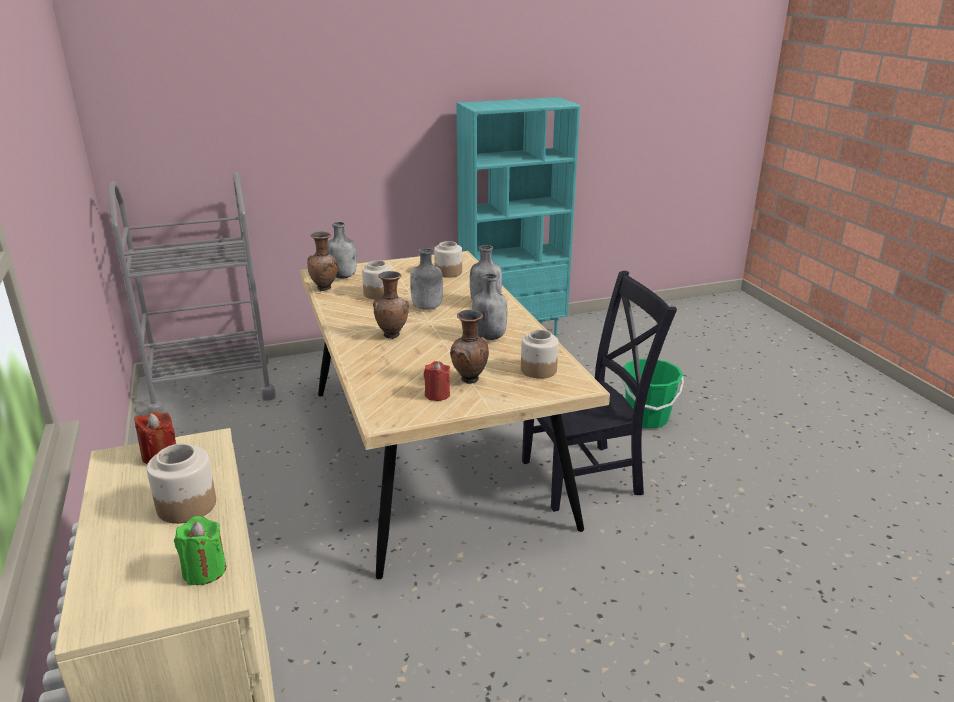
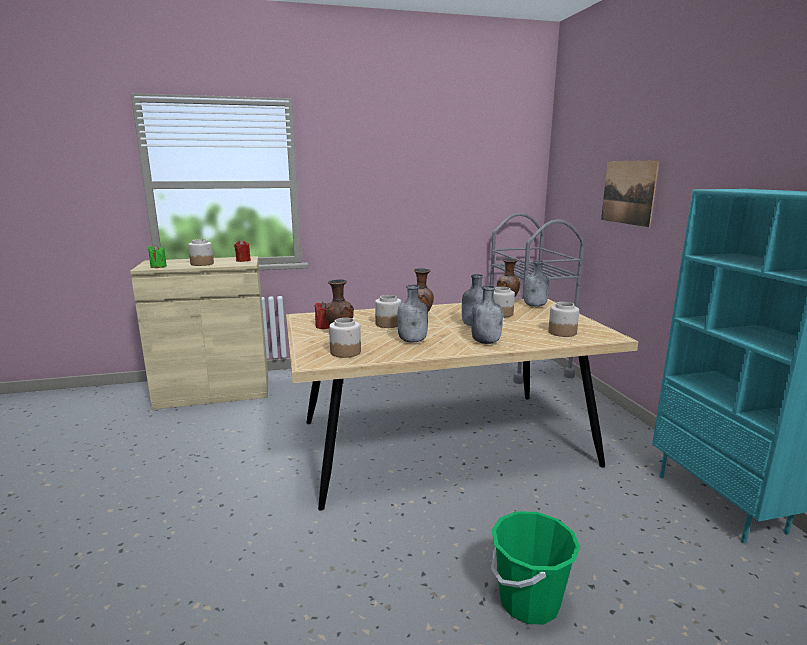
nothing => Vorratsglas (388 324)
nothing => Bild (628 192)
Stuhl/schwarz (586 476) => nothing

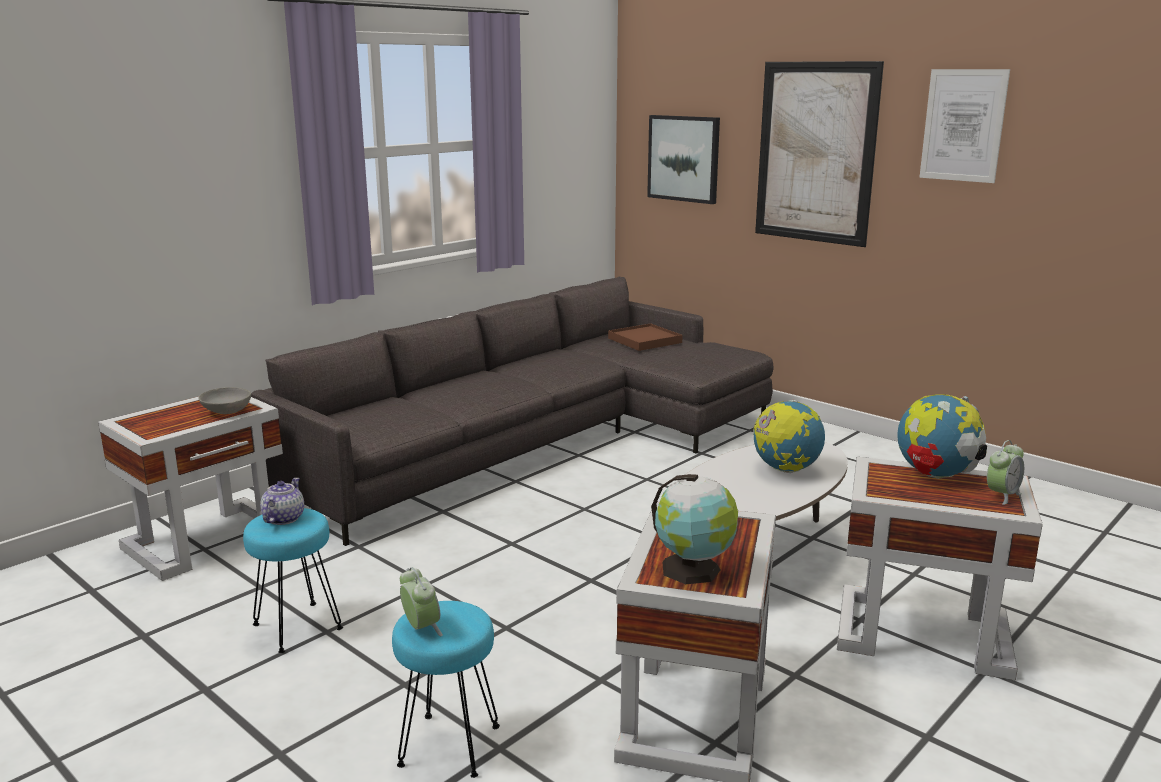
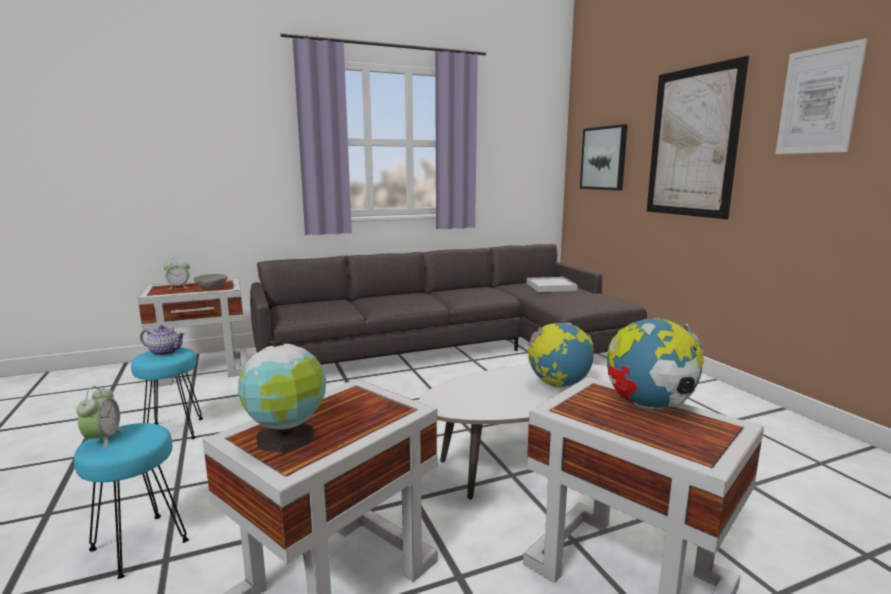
Teekanne (283 518) => Teekanne (165 352), 60 degrees clockwise
Wecker (1002 495) => Wecker (179 287), move
Tablett/braun (644 340) => Tablett/weiß (550 287)

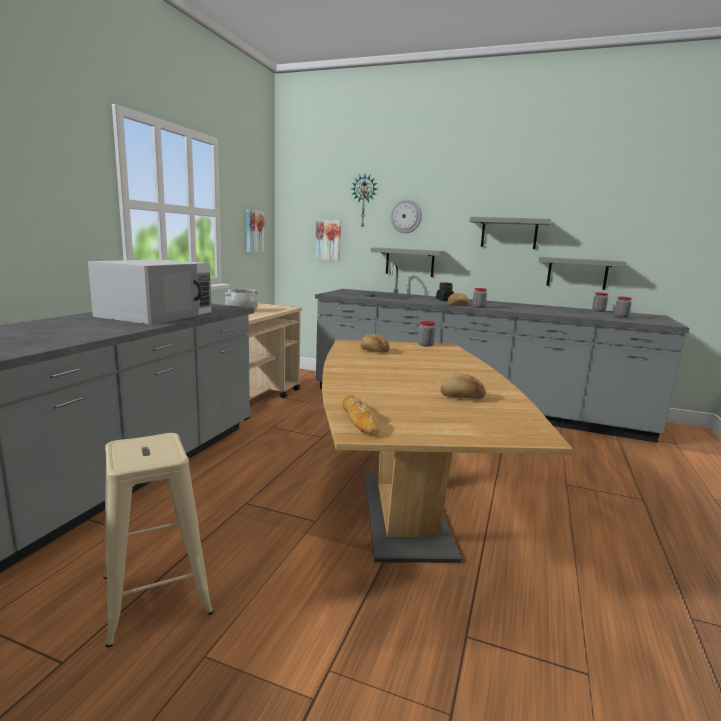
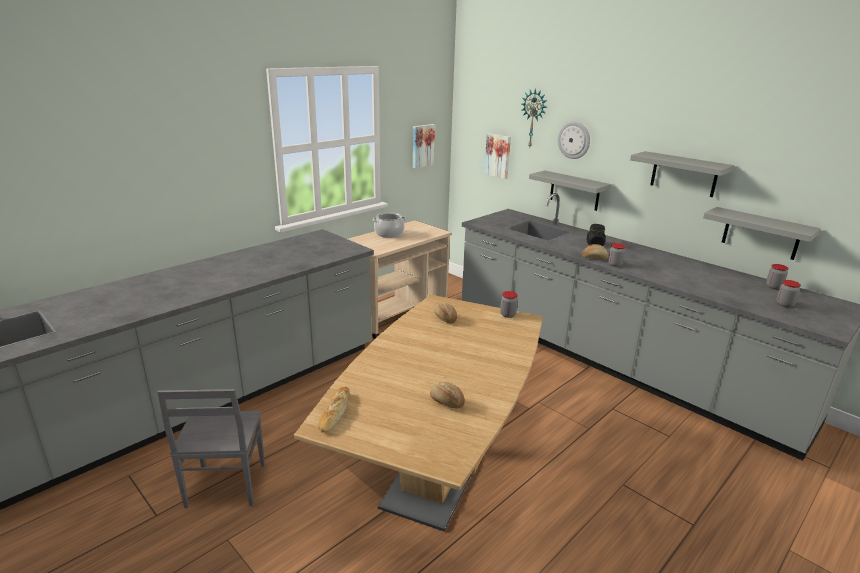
Hocker/beige (156 594) => Stuhl/grau (224 486)
Mikrowelle/weiß (157 314) => nothing

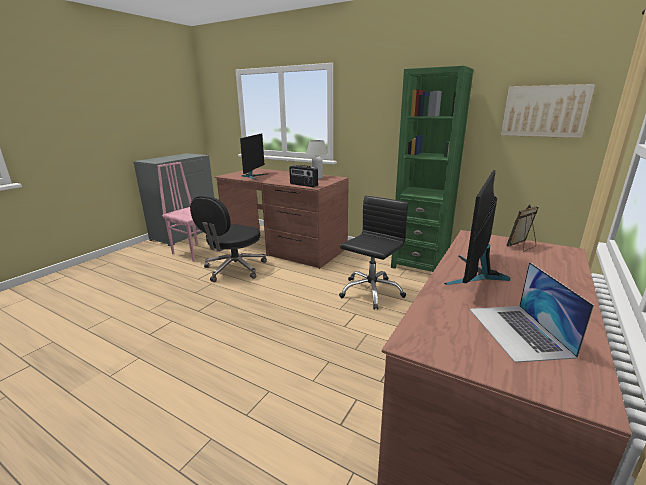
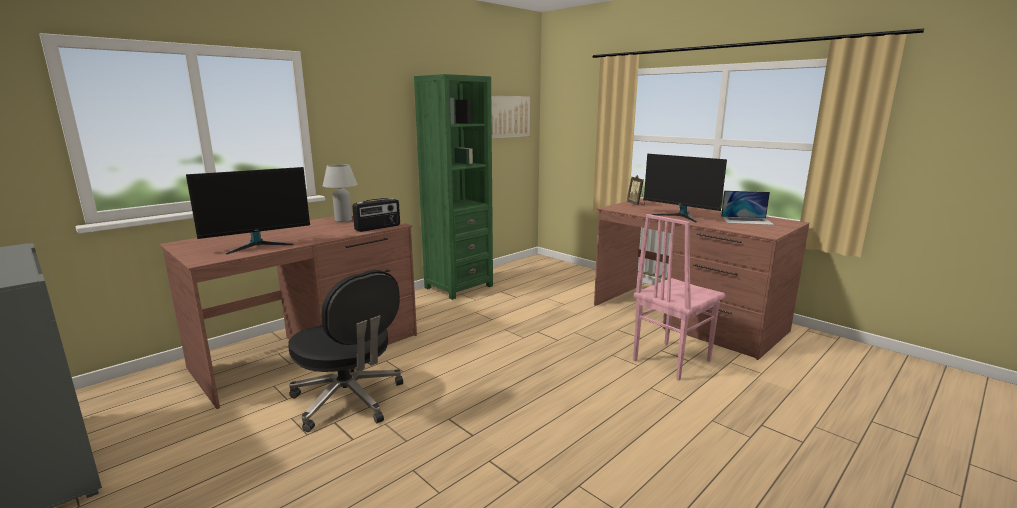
Monitor (254 176) => Monitor (258 245), 120 degrees clockwise
Stuhl/rosa (195 252) => Stuhl/rosa (670 360), move
Bürostuhl/schwarz (371 292) => nothing

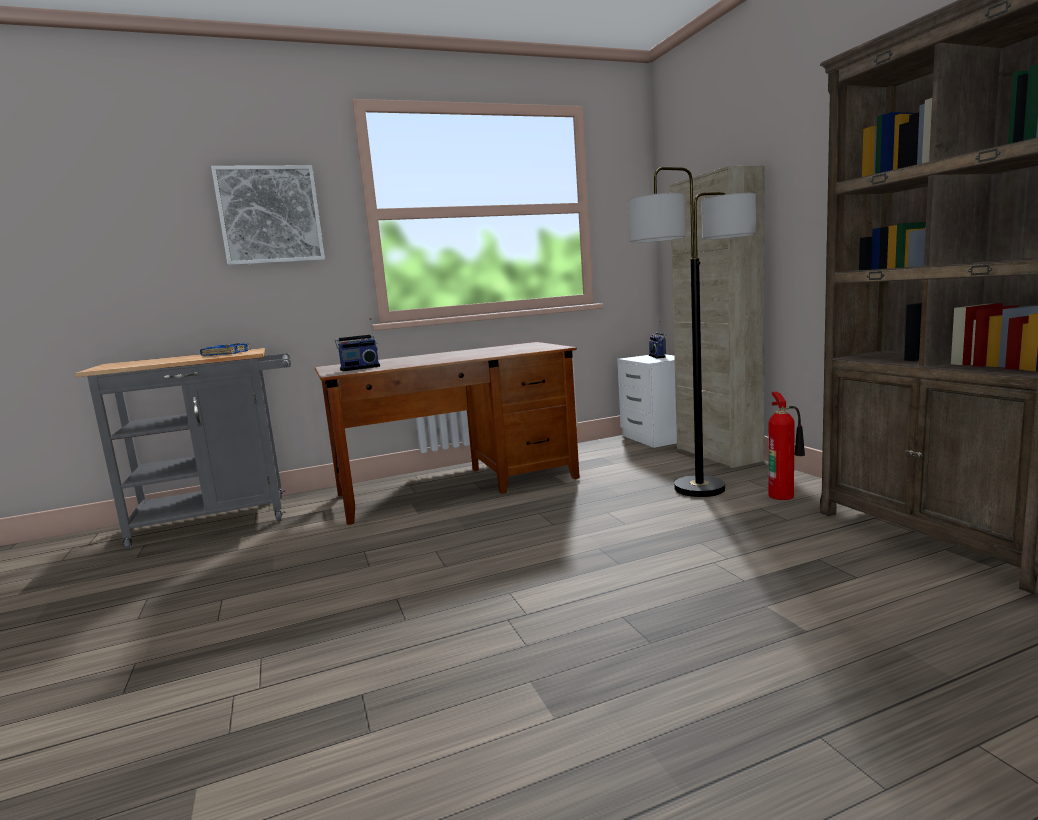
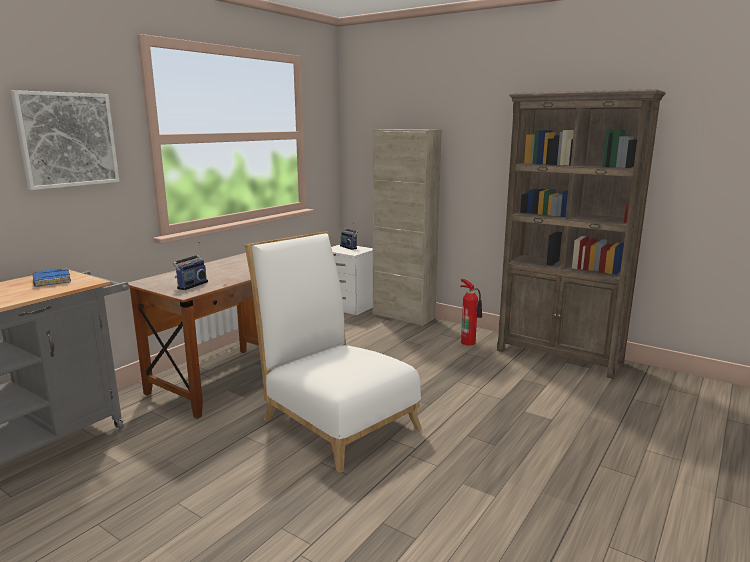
nothing => Stuhl/weiß (334 419)
Stehlampe (699 488) => nothing

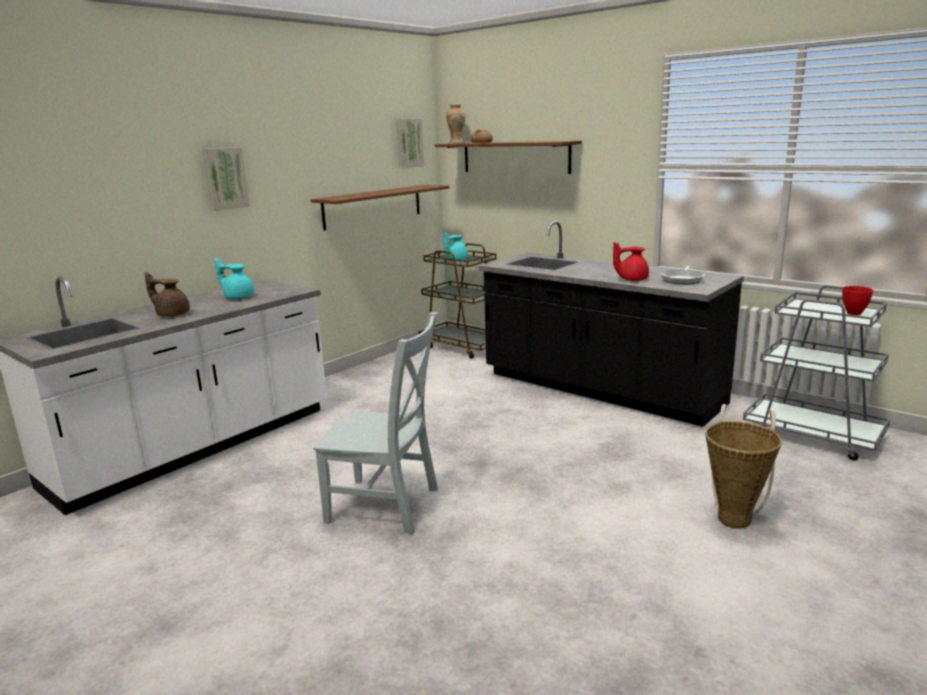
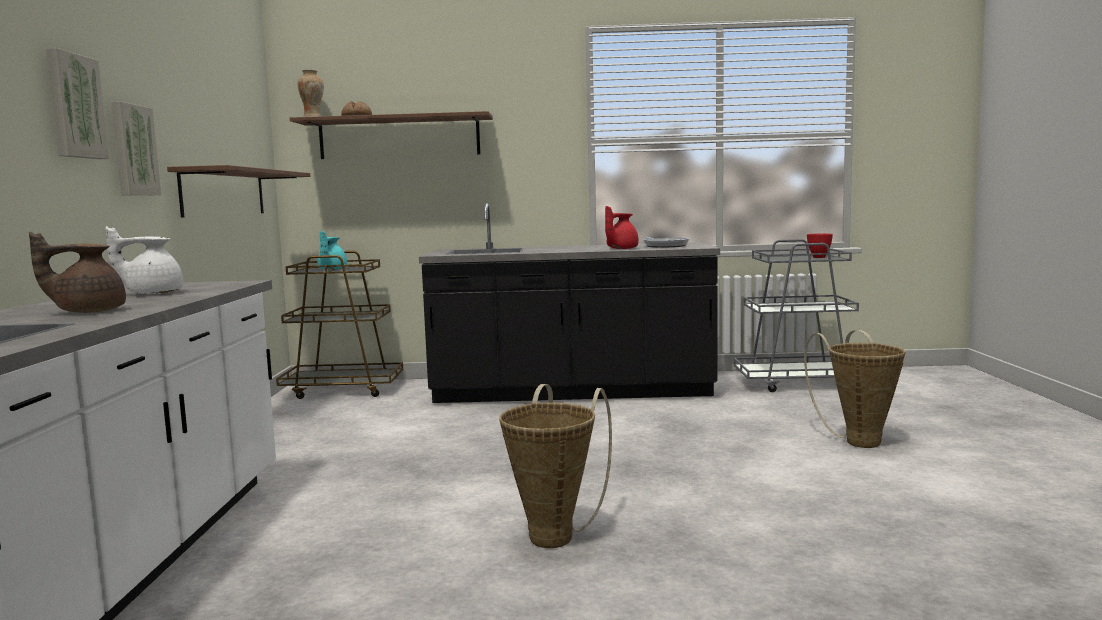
Teekanne/türkis (238 297) => Teekanne/weiß (152 293)
Bild (408 143) => Bild (132 150), move
Stuhl/grau (388 506) => Korb (556 535)

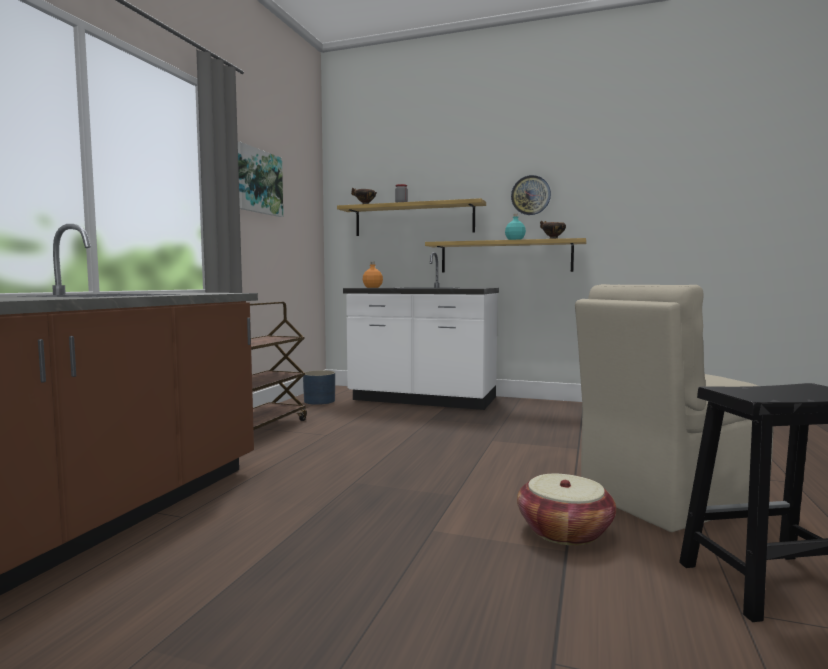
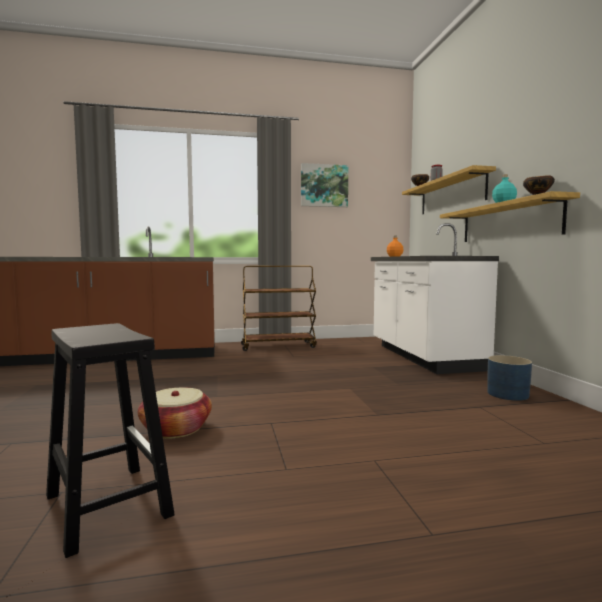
Pflanzkübel/blau (319 401) => Pflanzkübel/blau (508 394), move
Wanduhr (530 195) => nothing
Stuhl/beige (666 498) => nothing

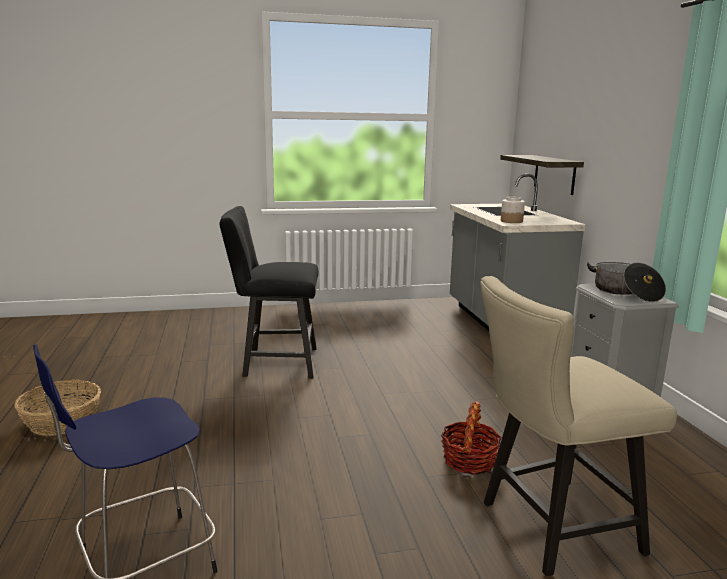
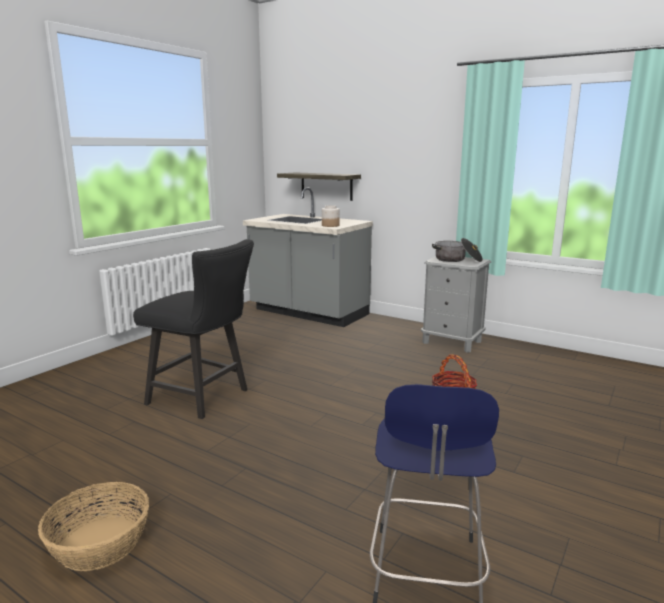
Stuhl/schwarz (274 362) => Stuhl/schwarz (204 398), 105 degrees counterclockwise
Stuhl/beige (549 528) => nothing

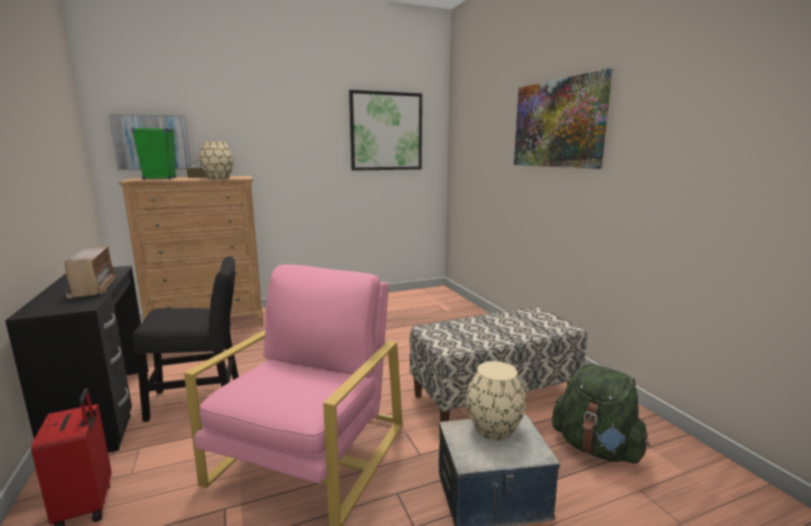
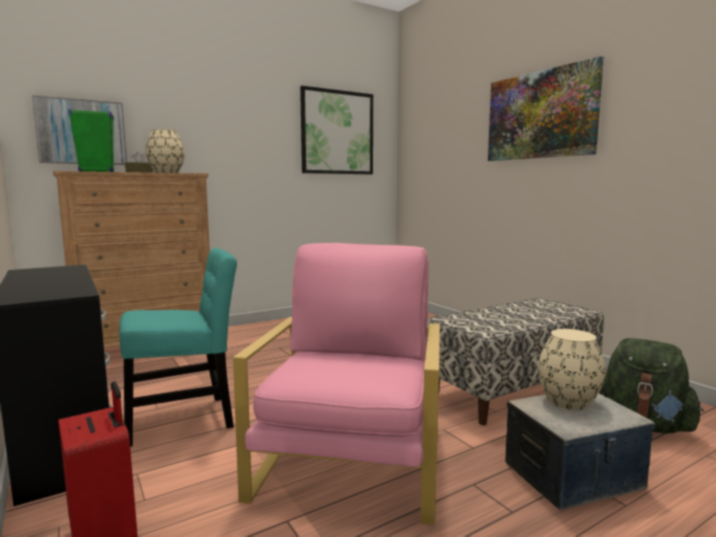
Stuhl/schwarz (201 399) => Stuhl/türkis (185 419)
Radio (94 287) => nothing

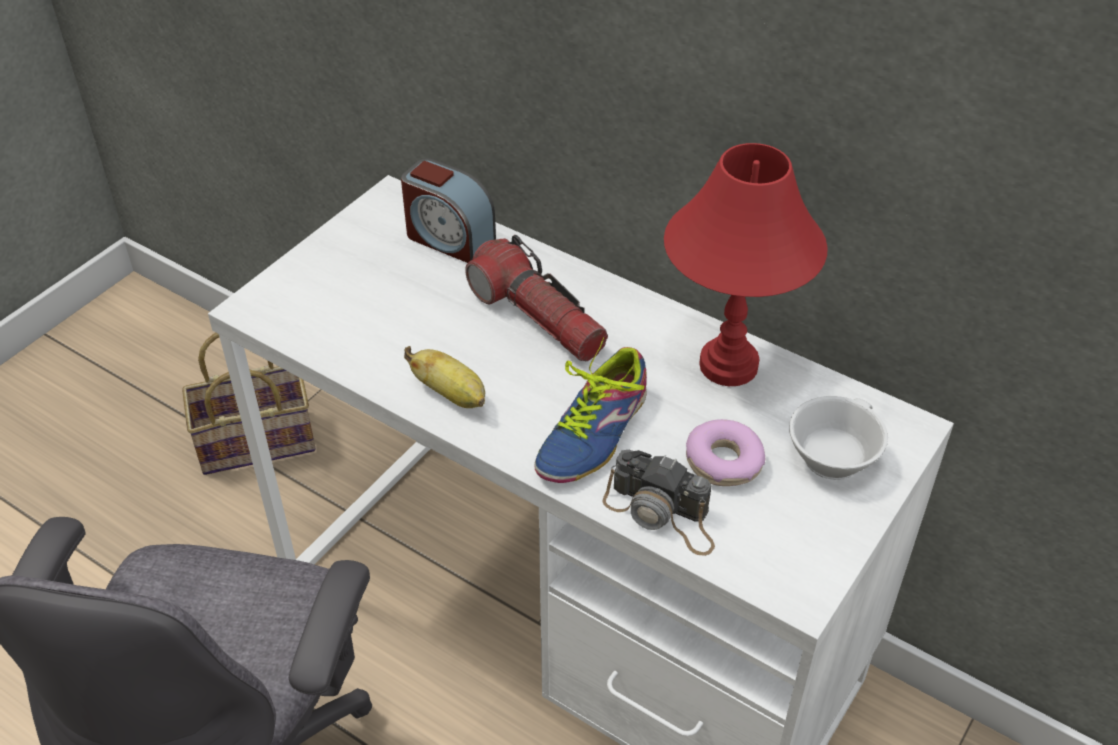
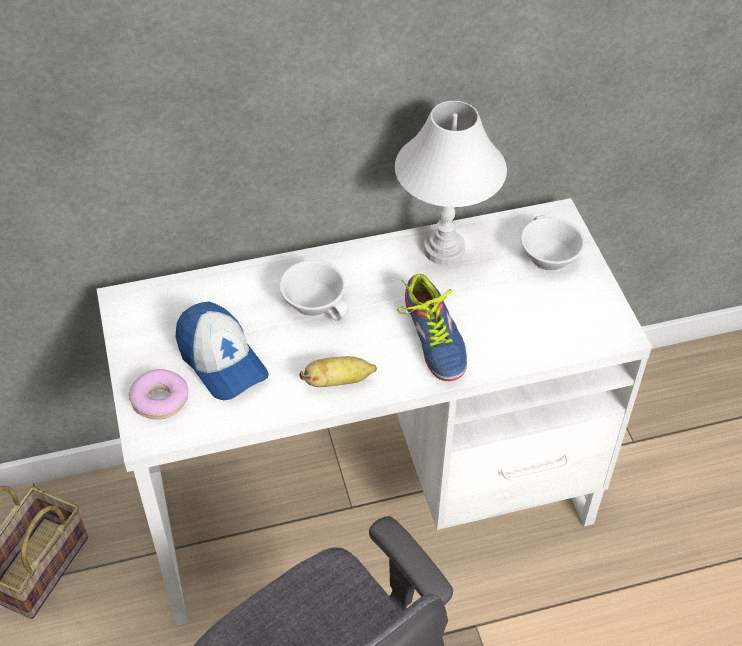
Donut (723 462) => Donut (160 400), move
nothing => Kappe (221 361)
Taschenlampe (537 317) => Tasse/weiß (317 302)
Tischlampe/rot (729 364) => Tischlampe/weiß (444 249)
Wecker (449 238) => nothing
Kamera (662 514) => nothing

